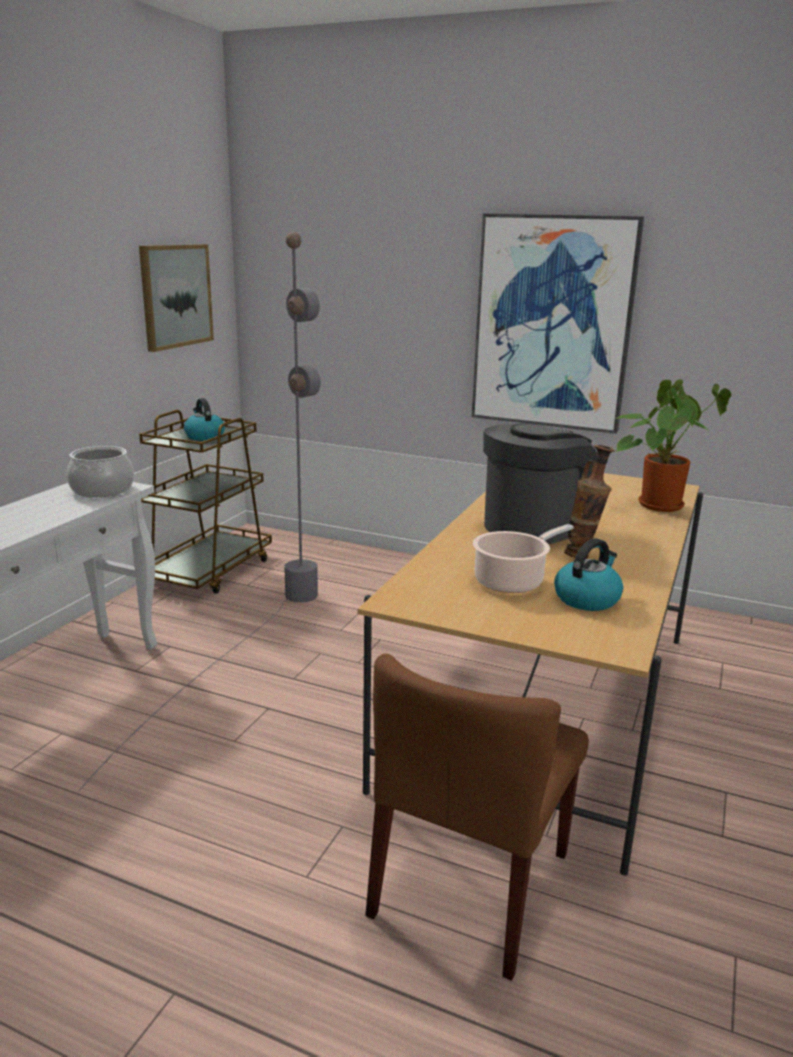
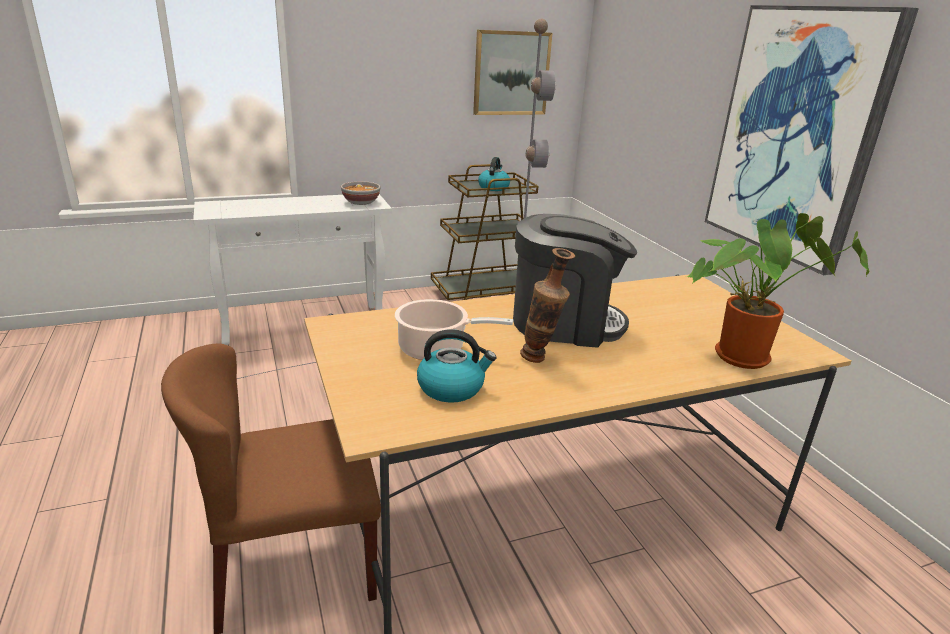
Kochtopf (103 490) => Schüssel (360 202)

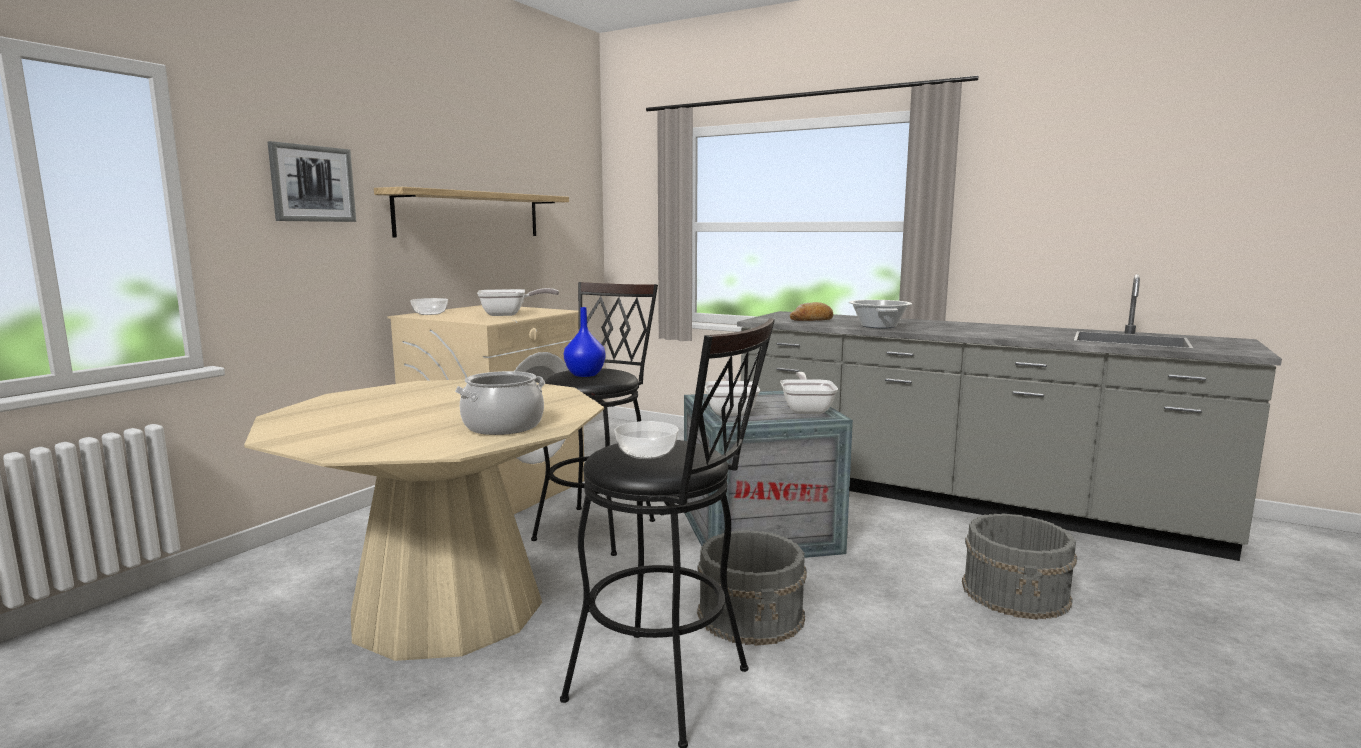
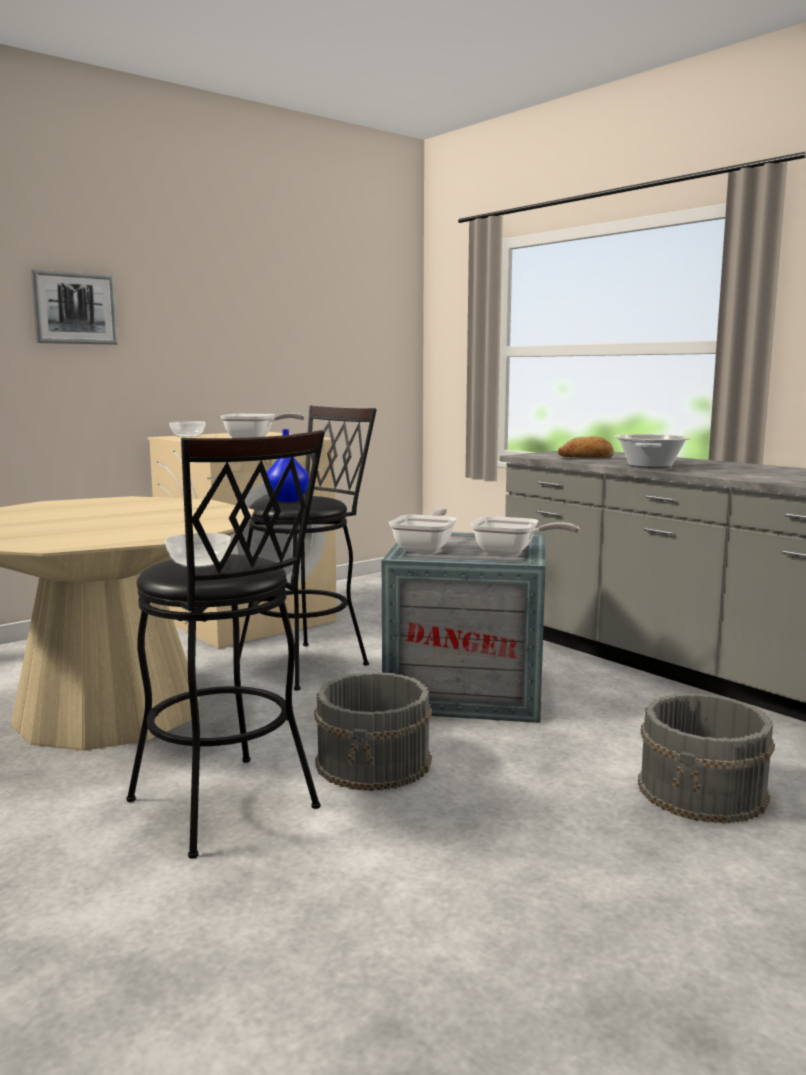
Pfanne (807 409) => Pfanne (512 553), 90 degrees clockwise
Wandregal (470 215) => nothing
Kochtopf (503 426) => nothing

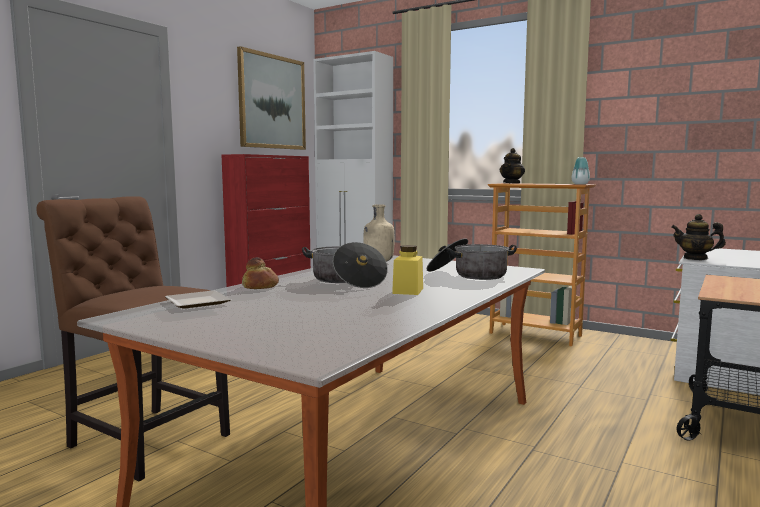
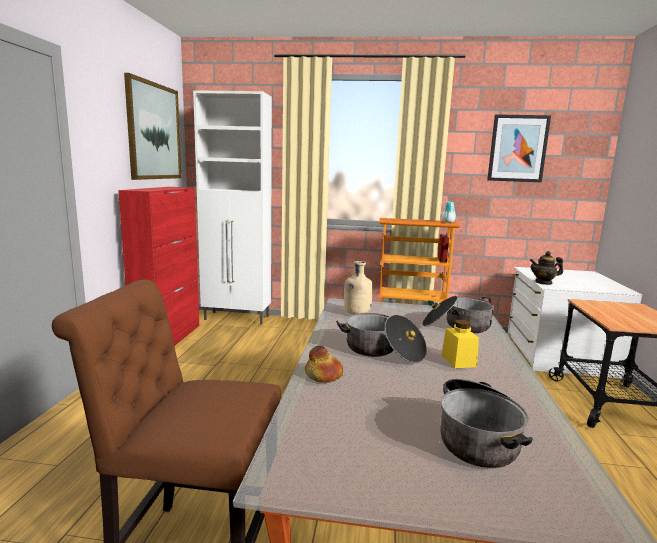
nothing => Kochtopf (478 436)
nothing => Bild (517 148)
Teller (200 303) => nothing
Teekanne (512 183) => nothing

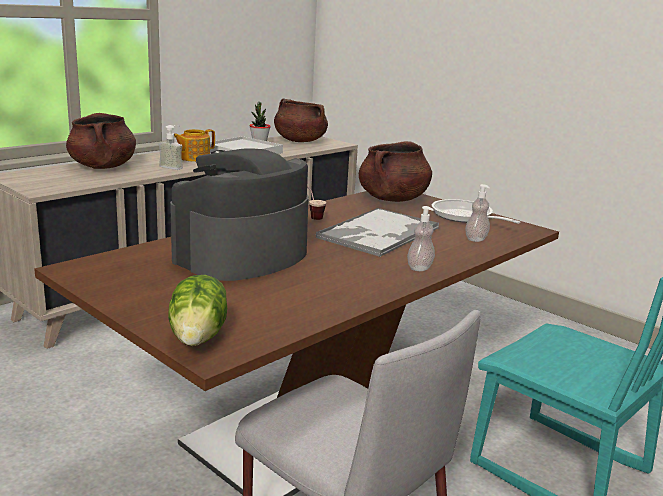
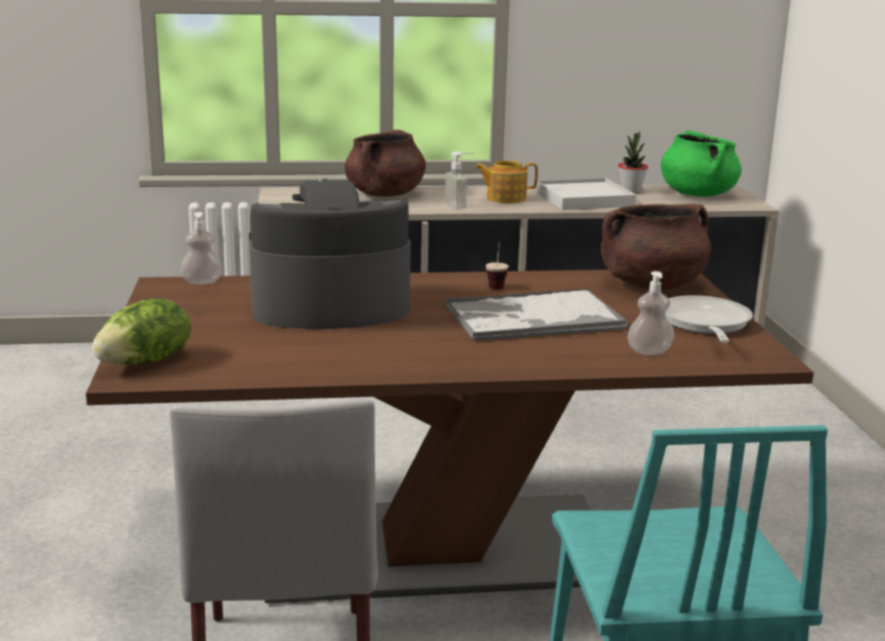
Seifenspender (419 268) => Seifenspender (202 282), move
Kochtopf/braun (299 141) => Kochtopf/grün (697 194)

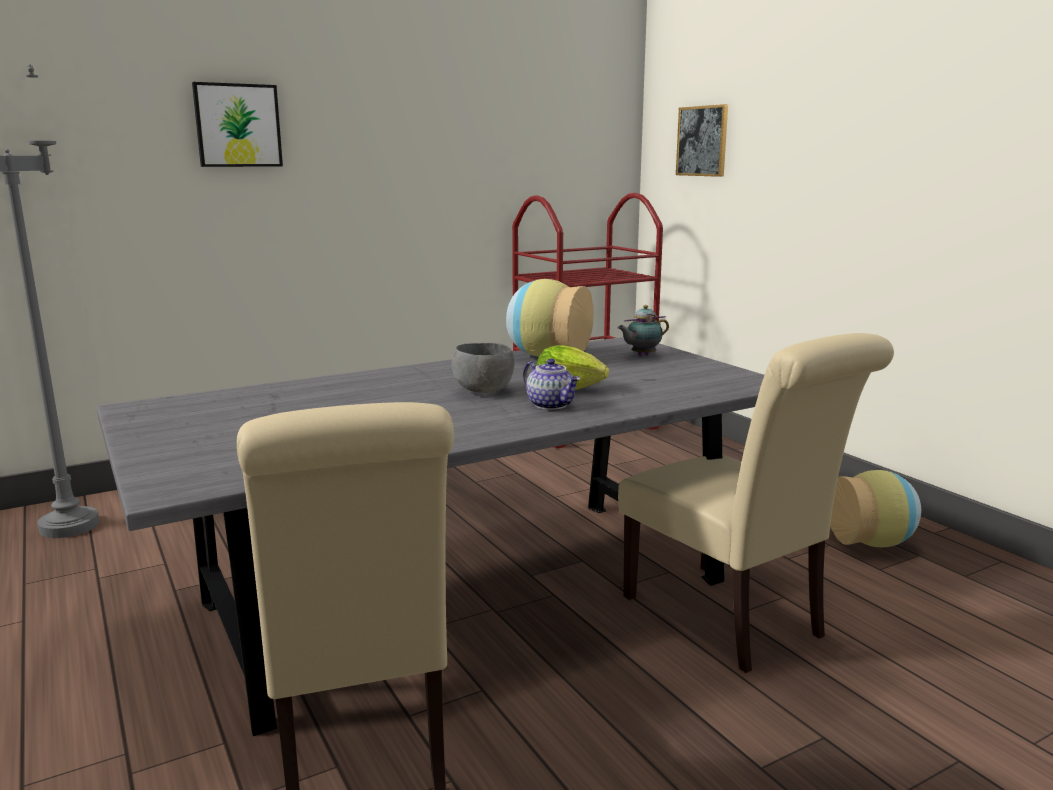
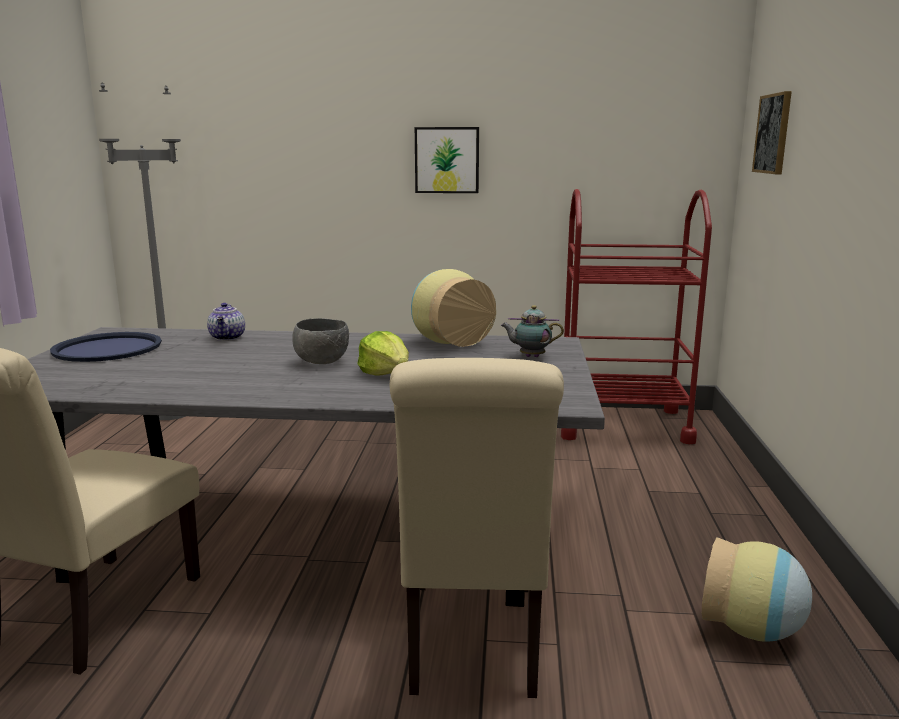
nothing => Tablett/blau (107 349)
Teekanne (551 405) => Teekanne (228 338), move
Bild (237 125) => Bild (447 160), move

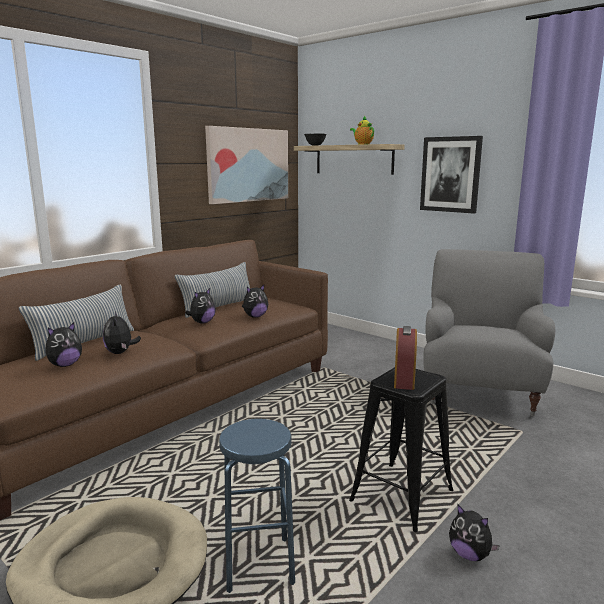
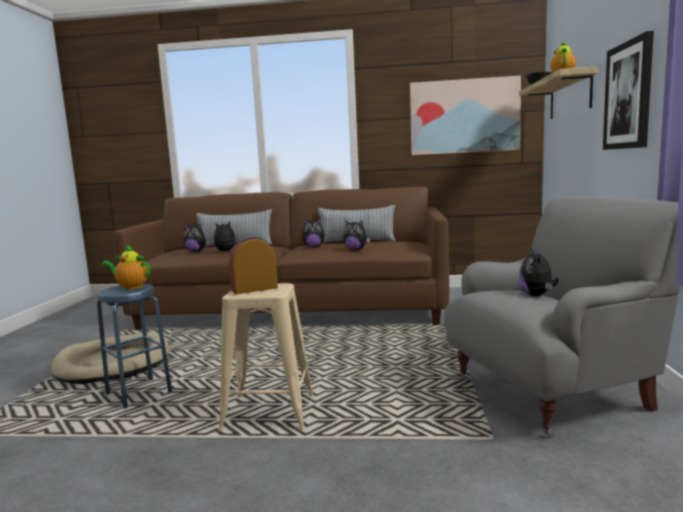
nothing => Teekanne (131 287)
Hocker/schwarz (402 496) => Hocker/beige (269 412)
Plüschtier (470 554) => Plüschtier (537 295), move

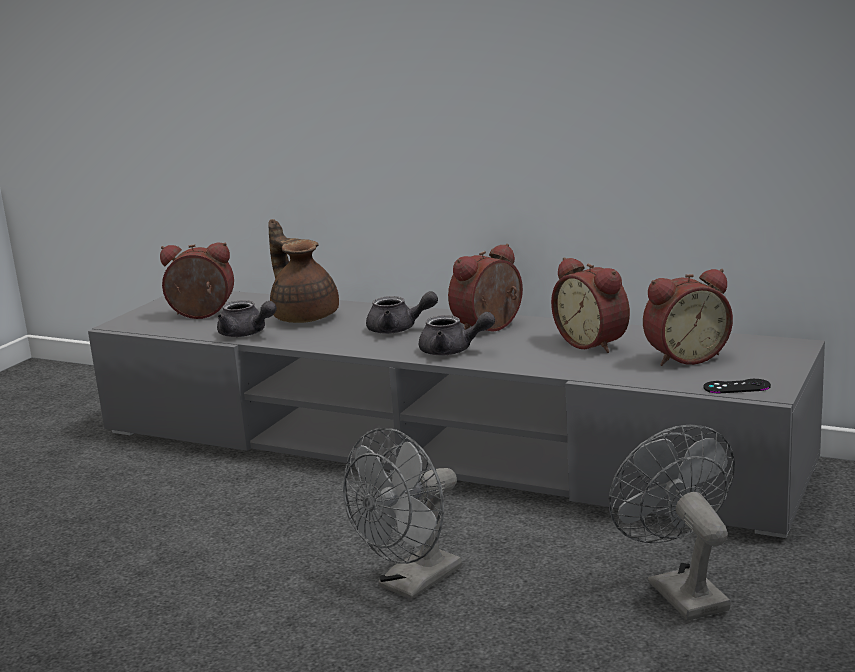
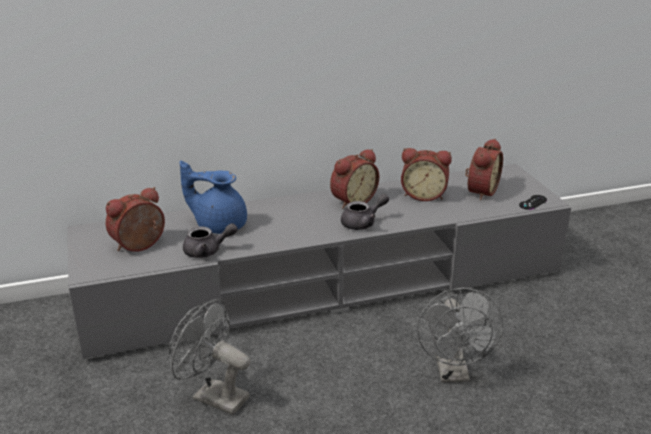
Ventilator/grau (679 590) => Ventilator/grau (213 396), move
Teekanne/braun (304 316) => Teekanne/blau (219 225)
Wecker (491 328) => Wecker (352 200), 135 degrees counterclockwise
Teekanne/grau (398 329) => nothing

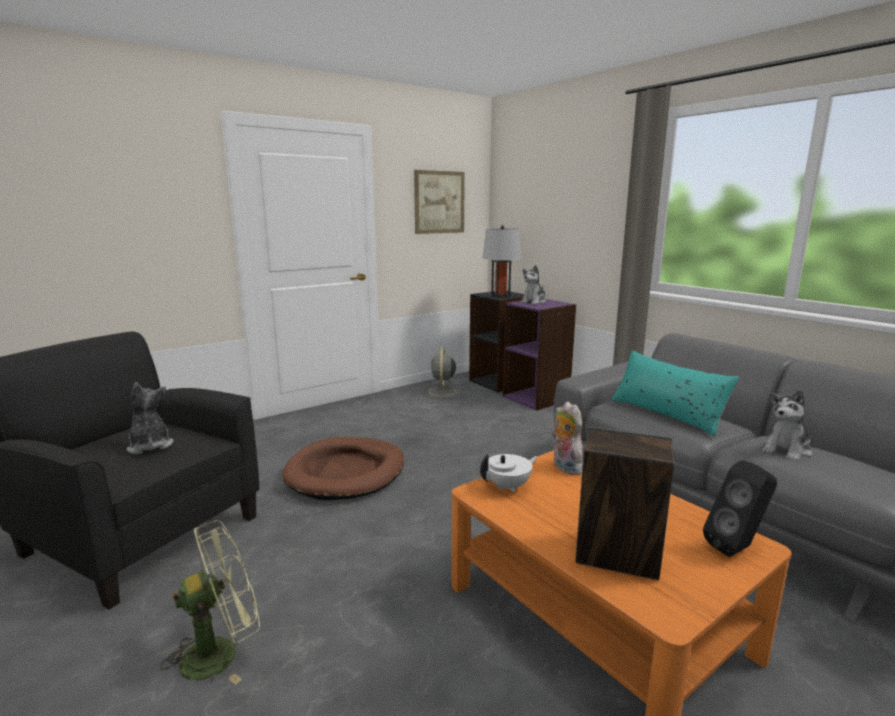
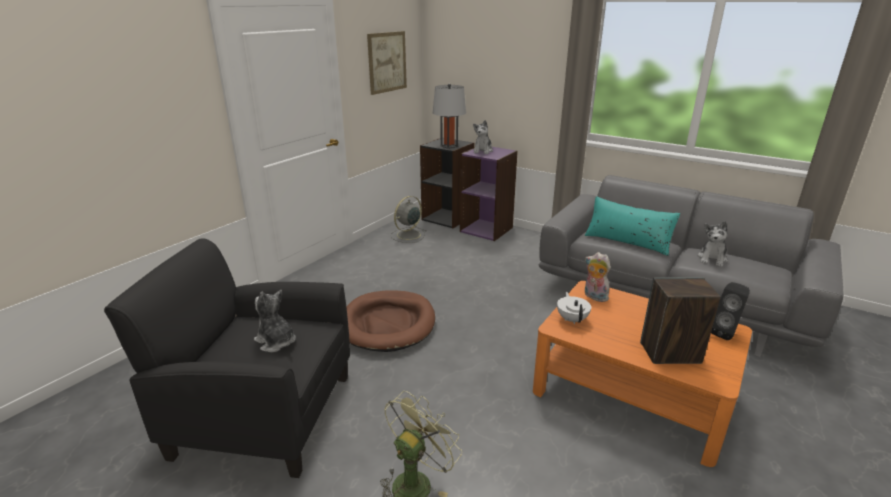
Ventilator/grau (442 392) => Ventilator/grau (408 235), 60 degrees clockwise
Teekanne/weiß (508 486) => Teekanne/weiß (572 319), 45 degrees counterclockwise

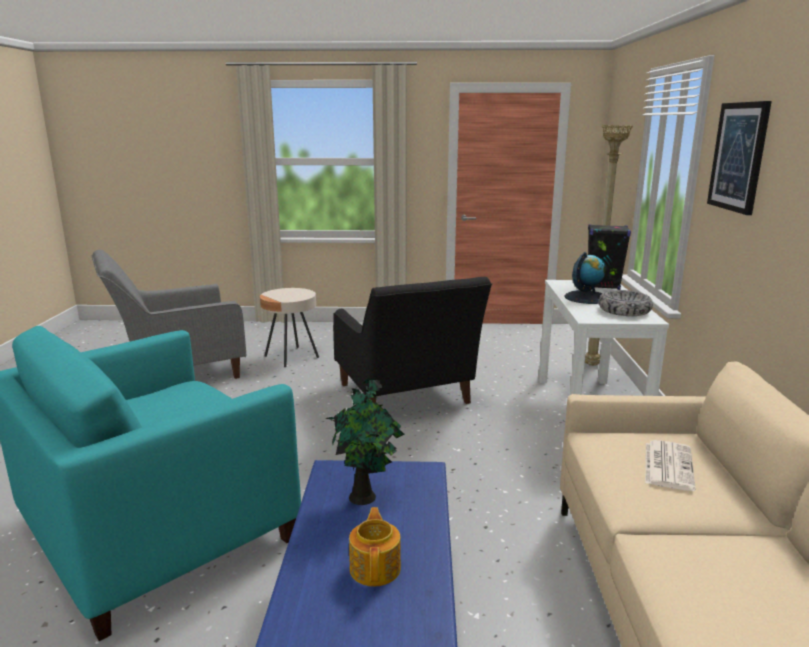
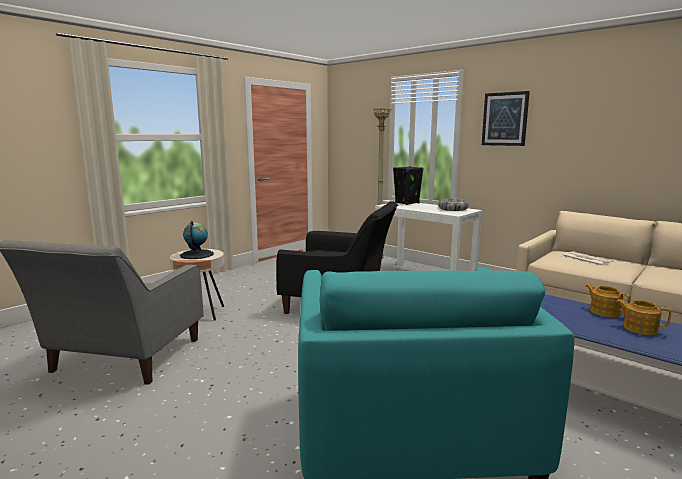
Globus (586 297) => Globus (196 254), move
nothing => Teekanne (604 311)
Topfpflanze (365 497) => nothing

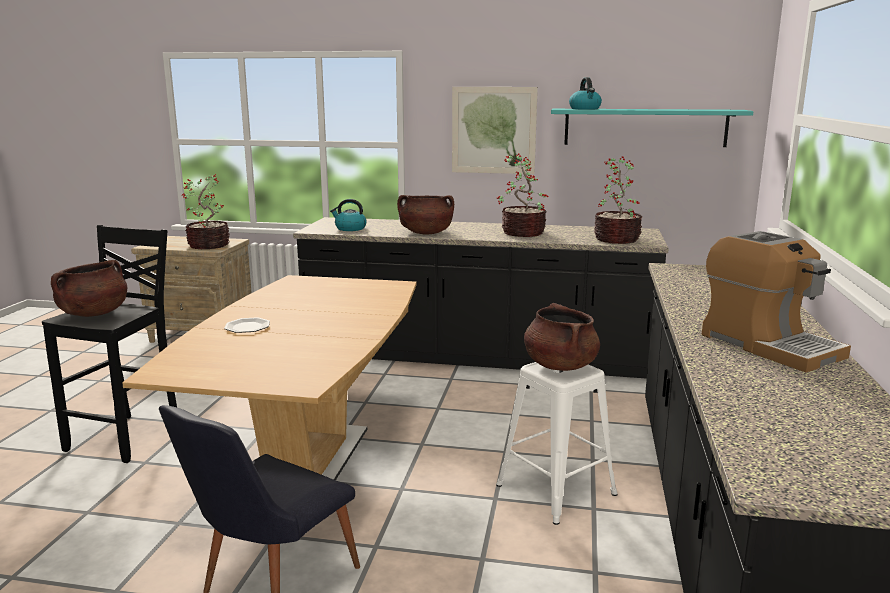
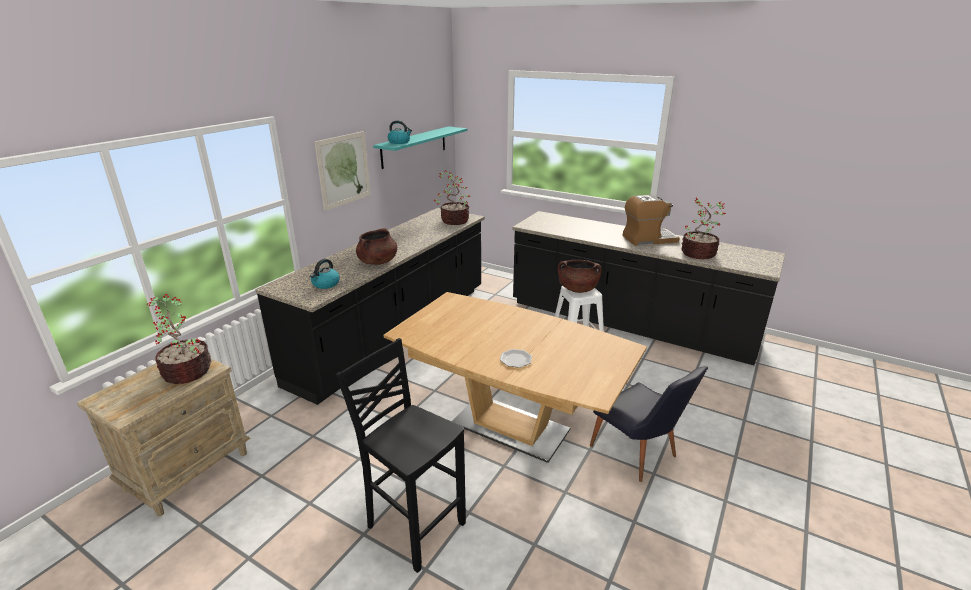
Topfpflanze (522 232) => Topfpflanze (697 254), move
Kochtopf/braun (94 313) => nothing

